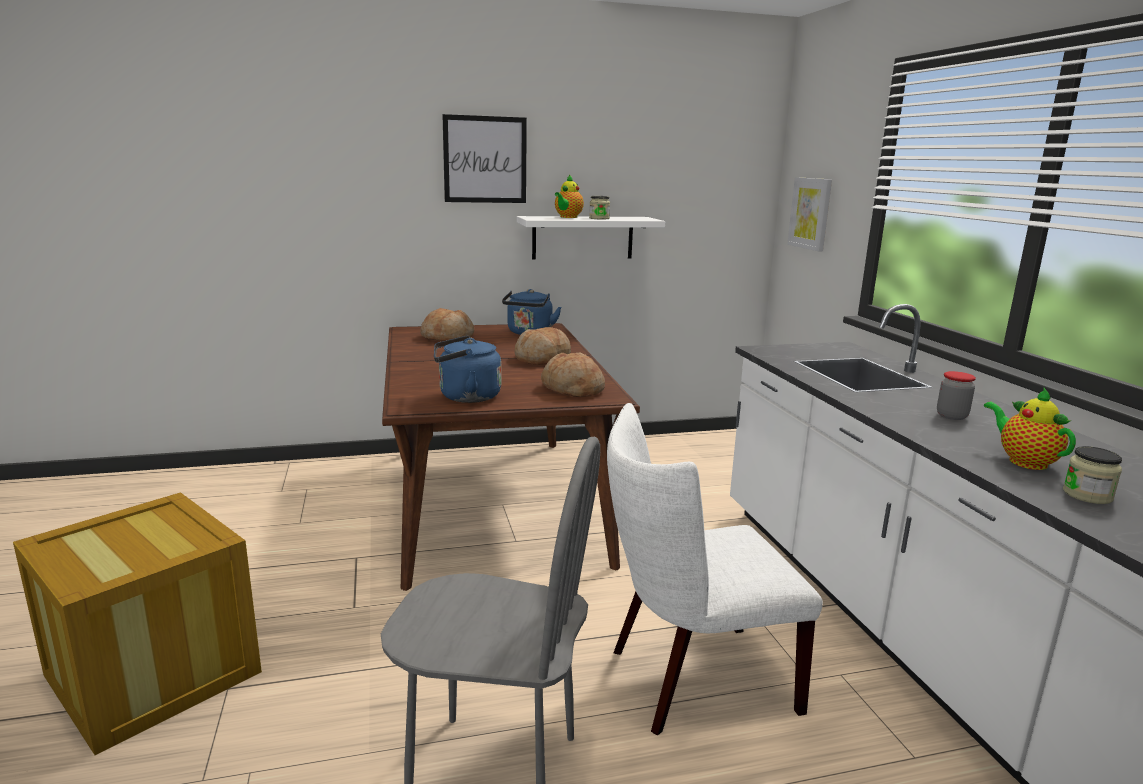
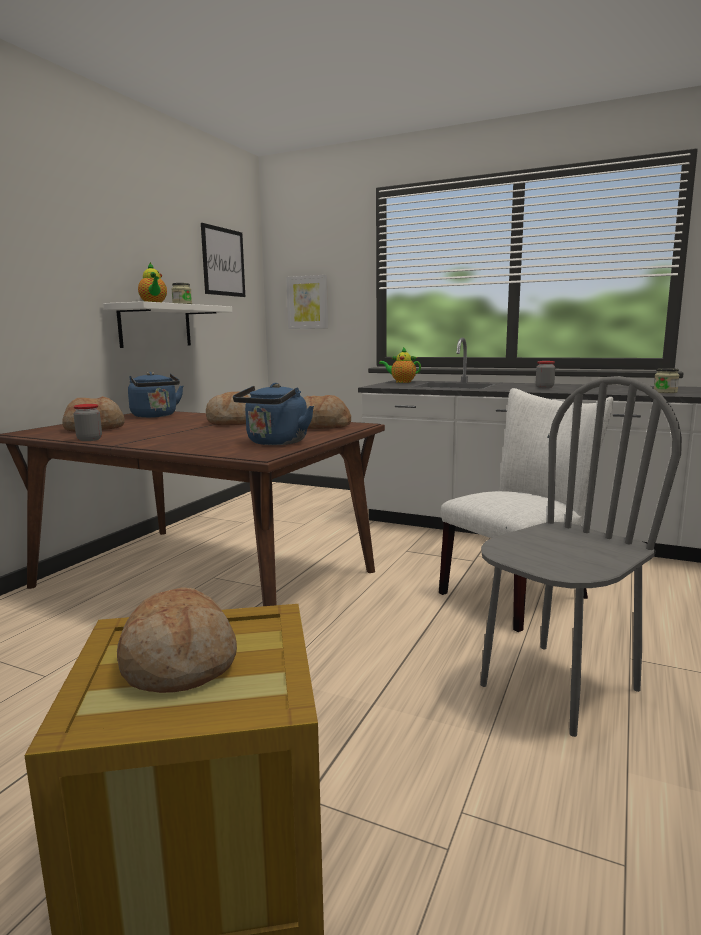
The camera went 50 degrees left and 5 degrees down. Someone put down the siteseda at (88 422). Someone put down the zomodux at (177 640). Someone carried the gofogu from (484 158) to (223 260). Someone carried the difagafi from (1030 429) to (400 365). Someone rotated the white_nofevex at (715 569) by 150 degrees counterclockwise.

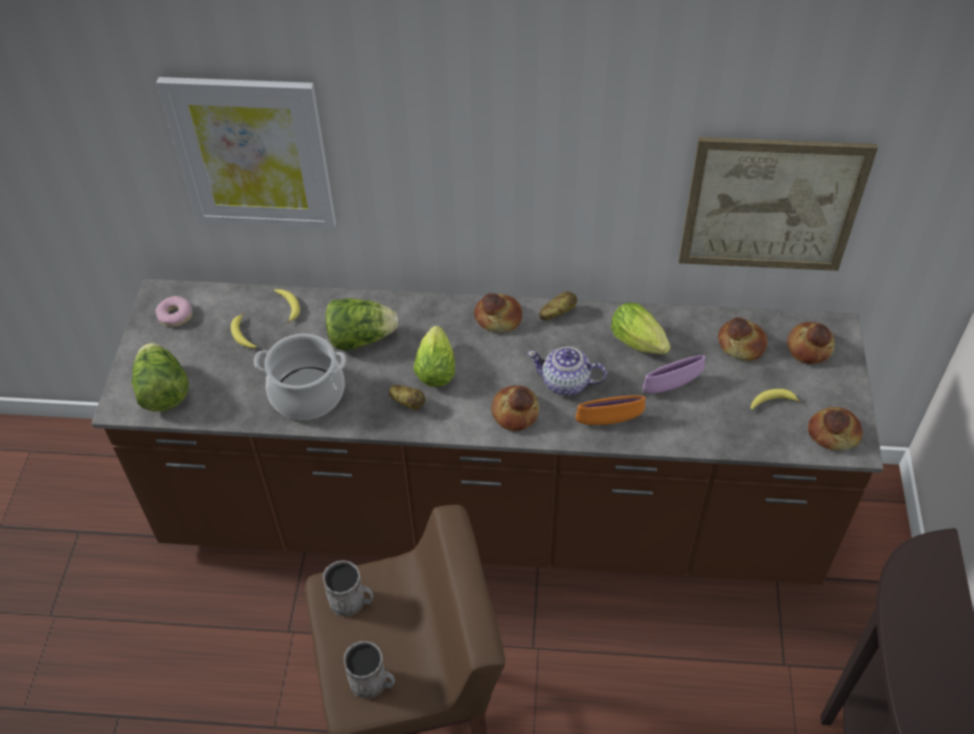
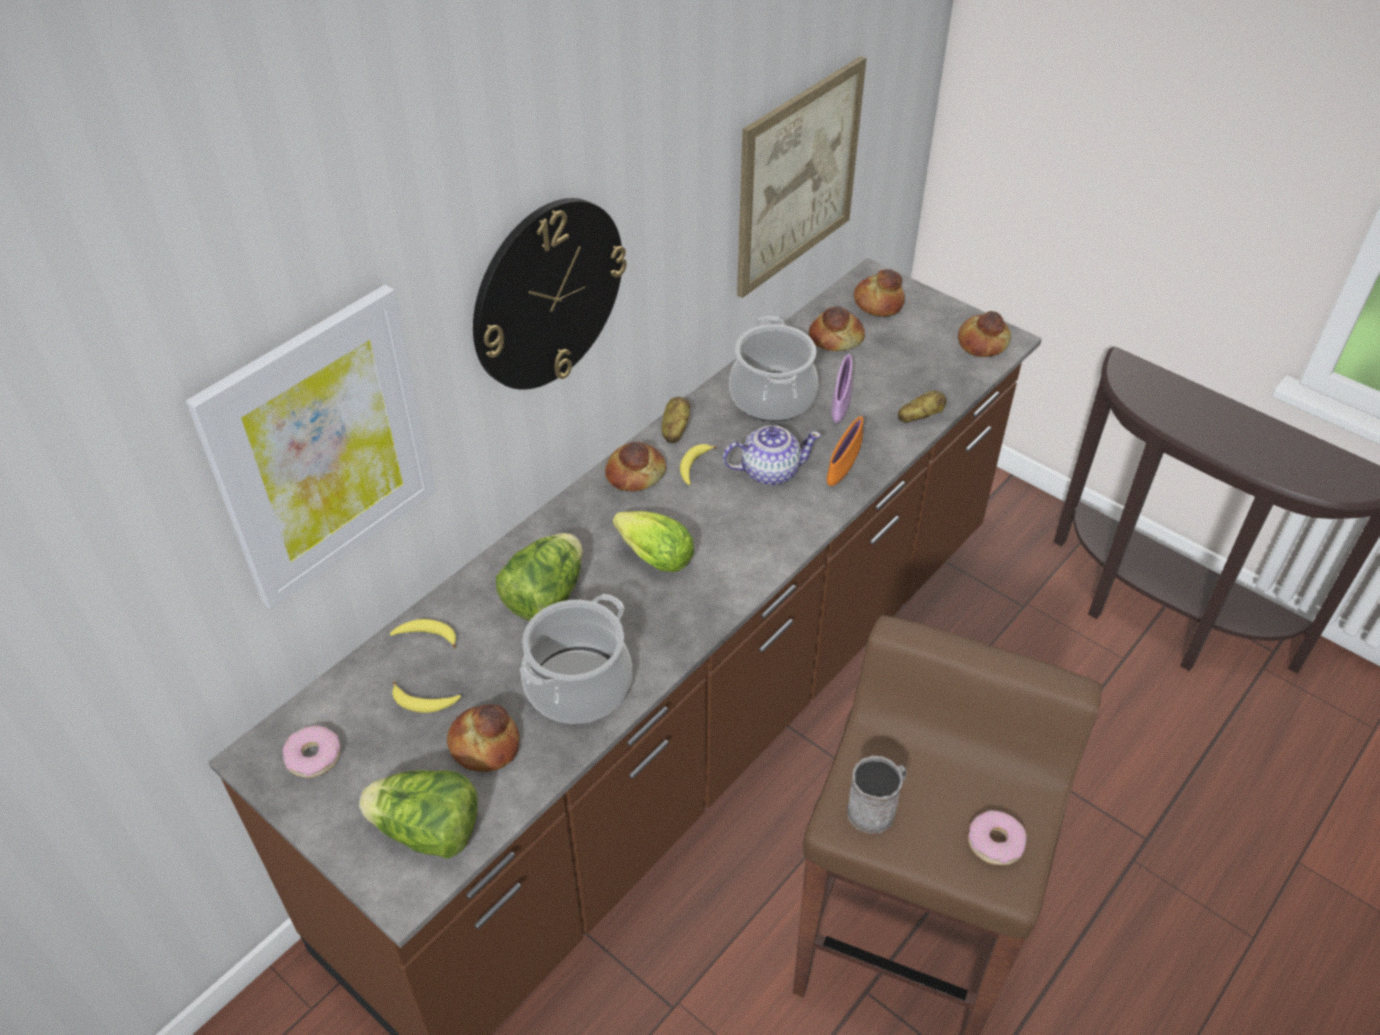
The camera went 55 degrees left and 5 degrees down. Someone carried the zomodux from (515 408) to (483 738). Someone put up the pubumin at (550 294). Someone carried the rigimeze from (776 399) to (698 464). Someone rotated the difagafi at (567 371) by 150 degrees counterclockwise. Someone swapped the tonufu at (641 328) for the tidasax at (774 368). Someone carried the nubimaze from (407 398) to (922 407). Someone swapped the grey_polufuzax at (369 670) for the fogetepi at (997 837).

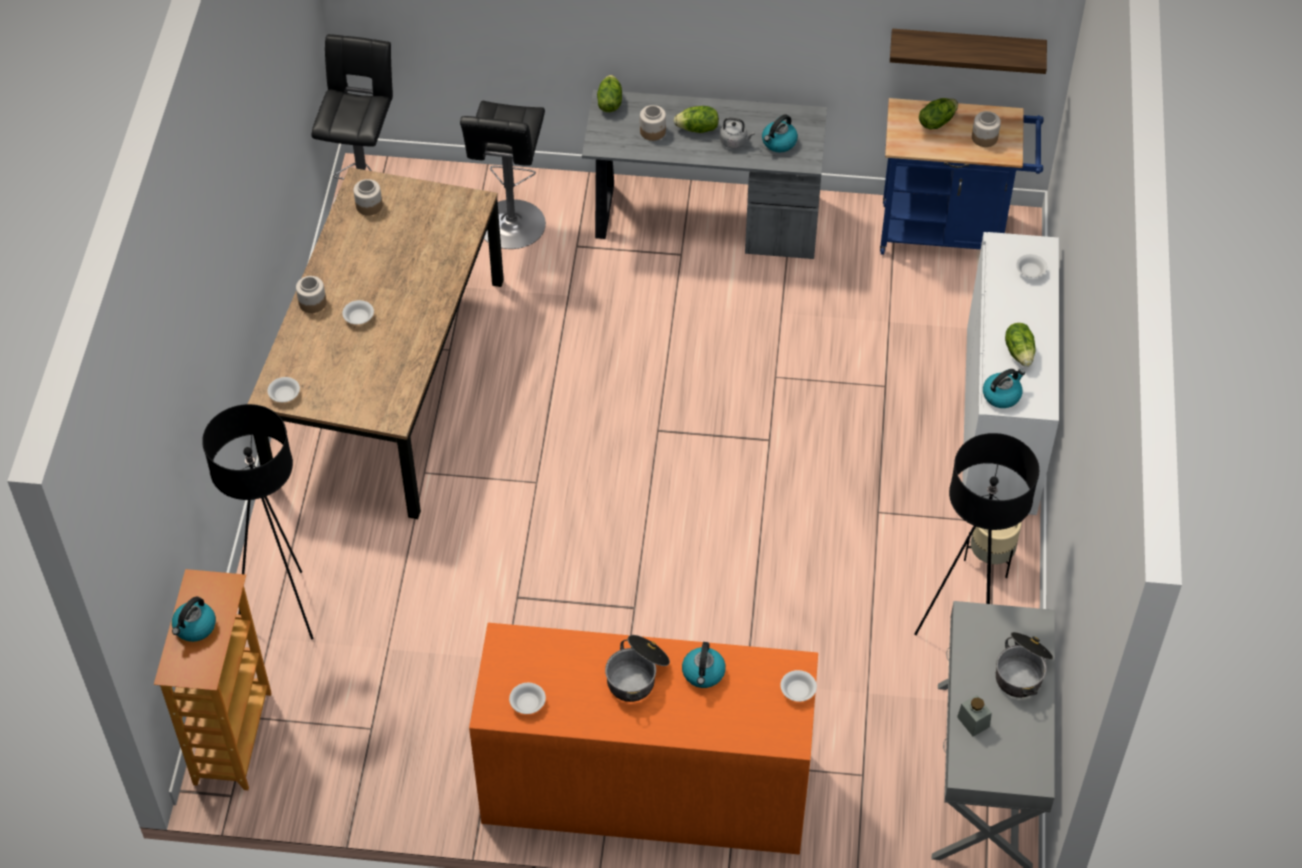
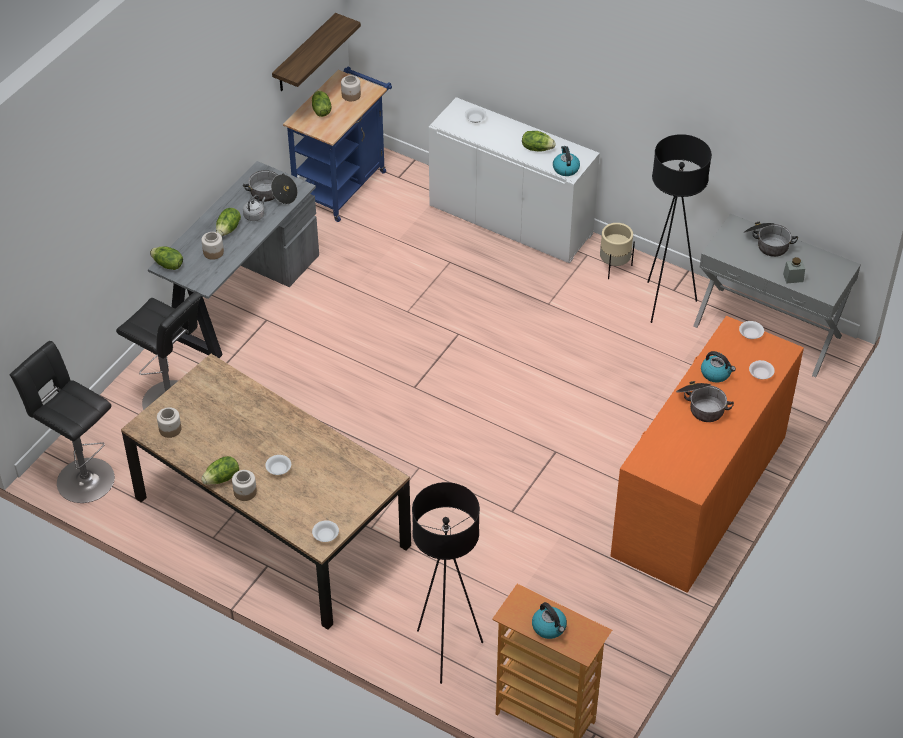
The camera went 65 degrees left and 5 degrees down. Someone put down the tonufu at (220 470). Someone swapped the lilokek at (780 133) for the tidasax at (270 187). Someone carried the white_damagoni from (527 698) to (762 369).

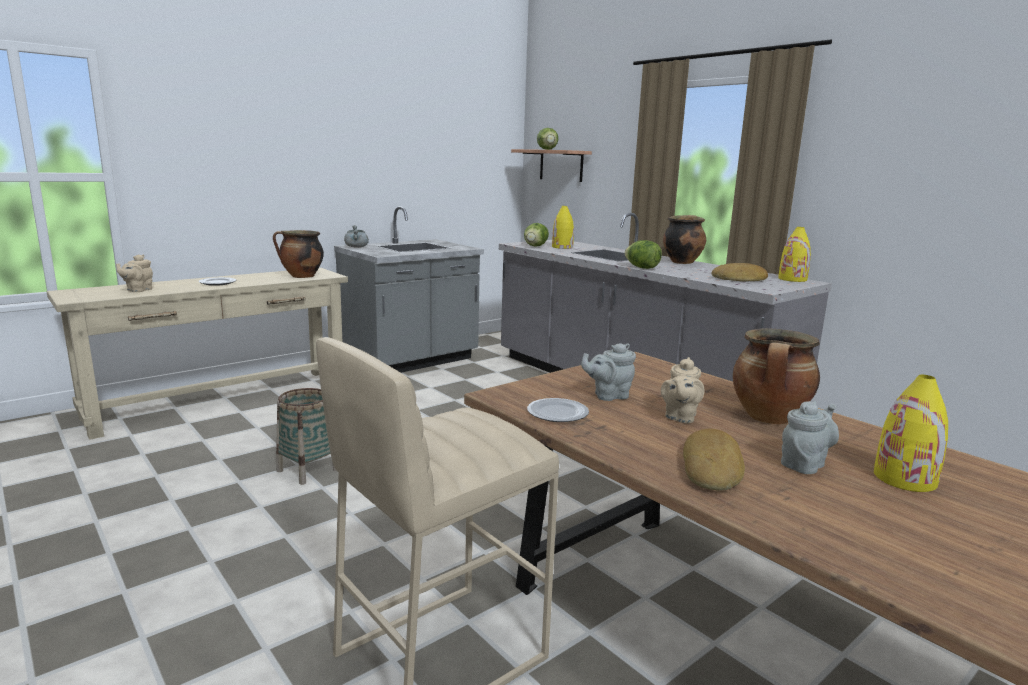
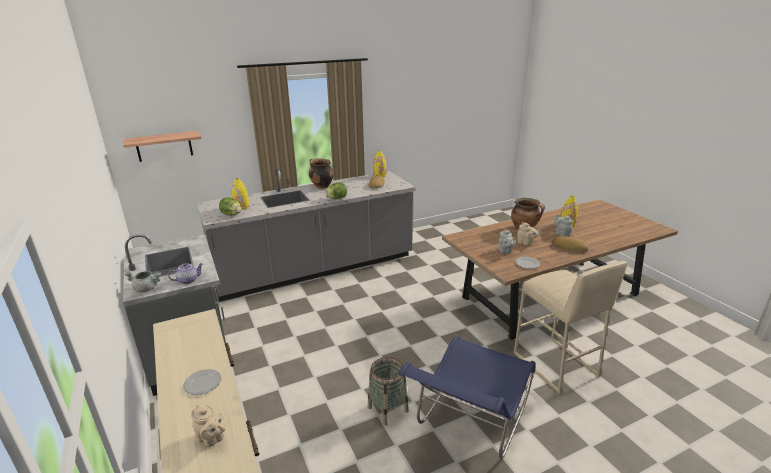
The camera went 75 degrees left and 10 degrees up. Someone put down the difagafi at (185 273). Someone put down the blue_nofevex at (467 397). Someone took away the tidasax at (298 254). Someone took away the tonufu at (547 139).

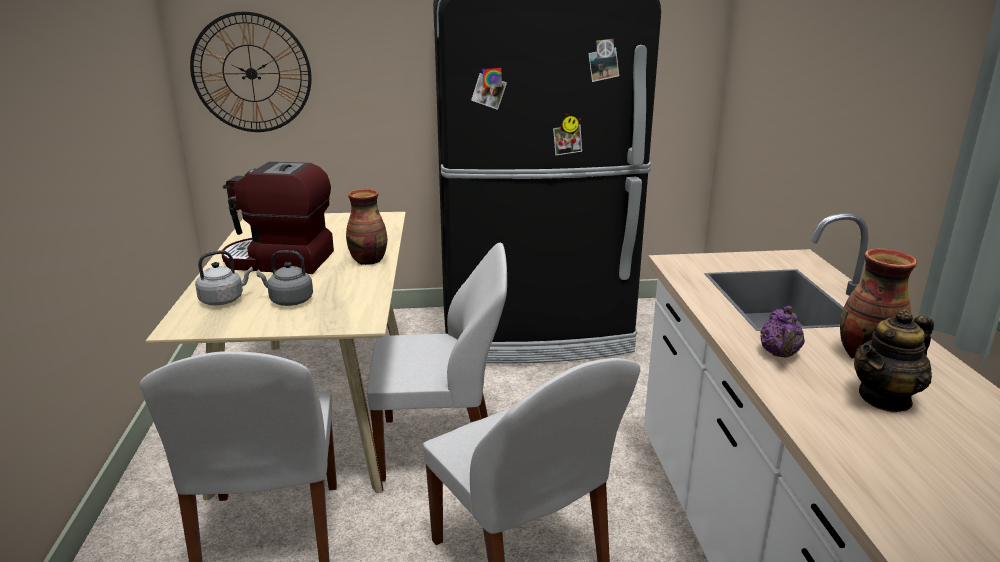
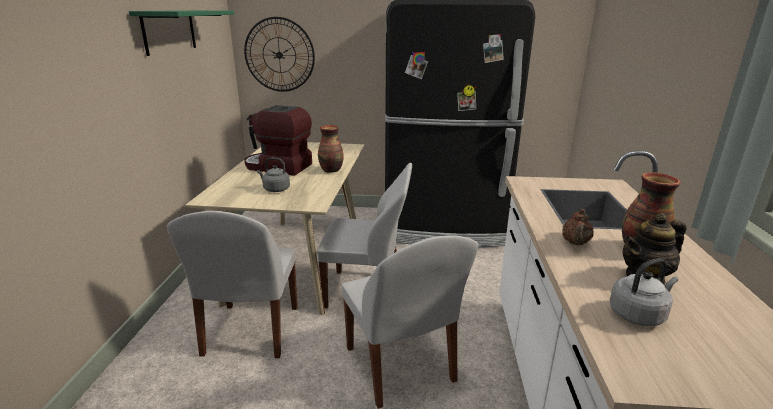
The camera went 10 degrees right and 0 degrees up. Someone put up the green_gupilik at (181 33). Someone repainted the purple_difagafi at (782 332), which became the brown_difagafi at (578 227). Someone carried the grey_lilokek from (224 278) to (644 292).

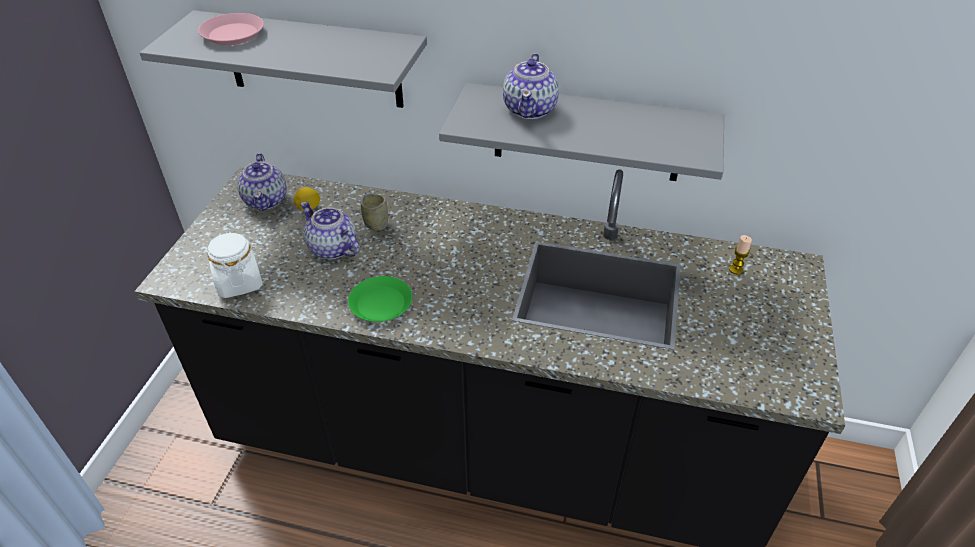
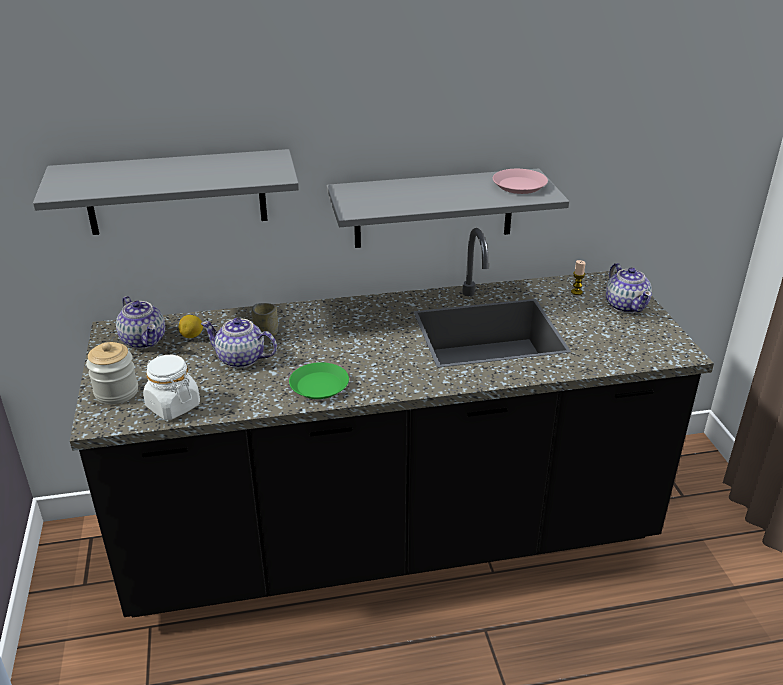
The camera went 25 degrees left and 10 degrees down. Someone put down the siteseda at (112 373). Someone carried the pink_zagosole from (231 29) to (520 181). Someone carried the difagafi from (531 86) to (629 288).

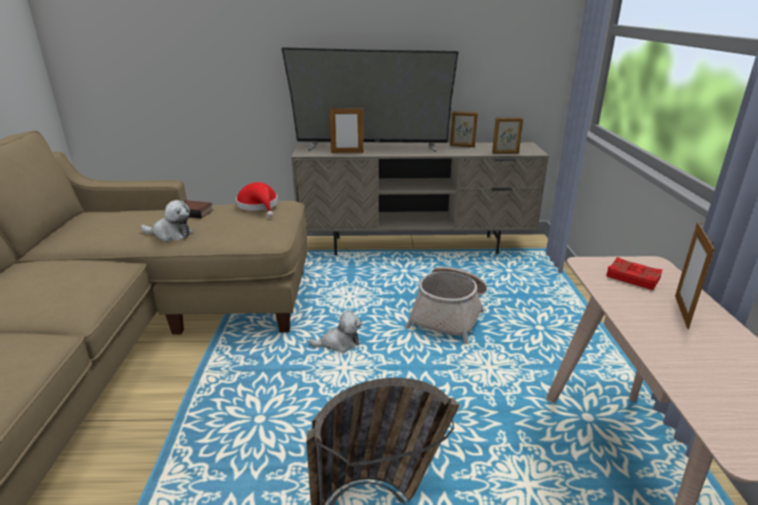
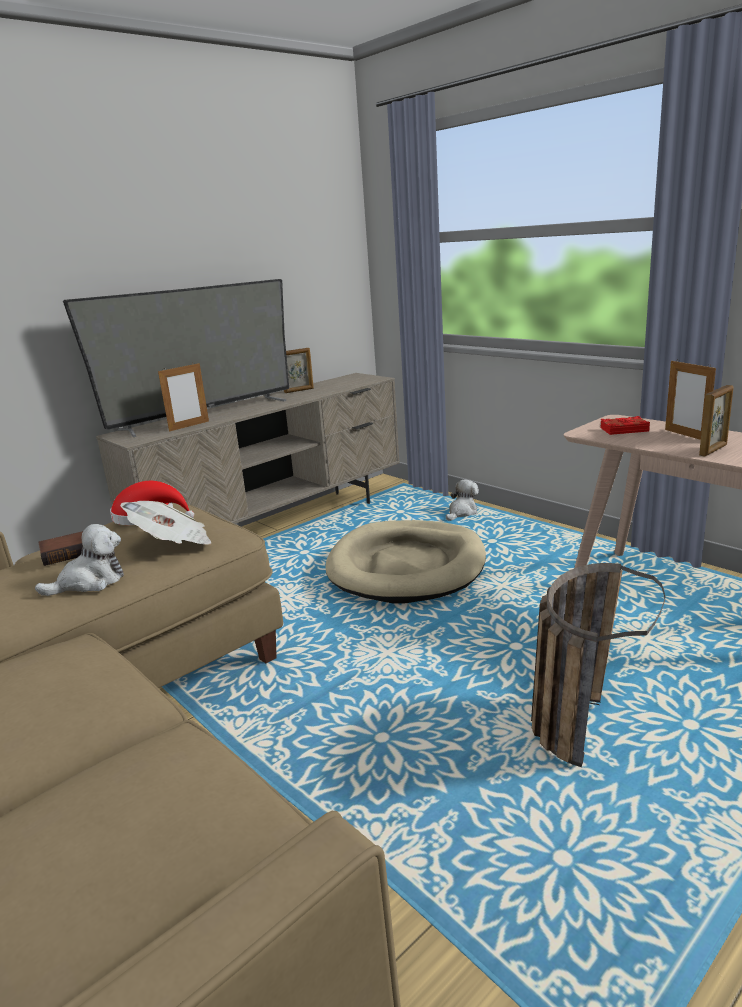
The camera went 40 degrees left and 5 degrees down. Someone put down the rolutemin at (166 523). Someone swapped the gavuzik at (446 305) for the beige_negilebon at (405 561). Someone carried the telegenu from (335 332) to (462 500). Someone carried the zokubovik from (507 135) to (716 421).

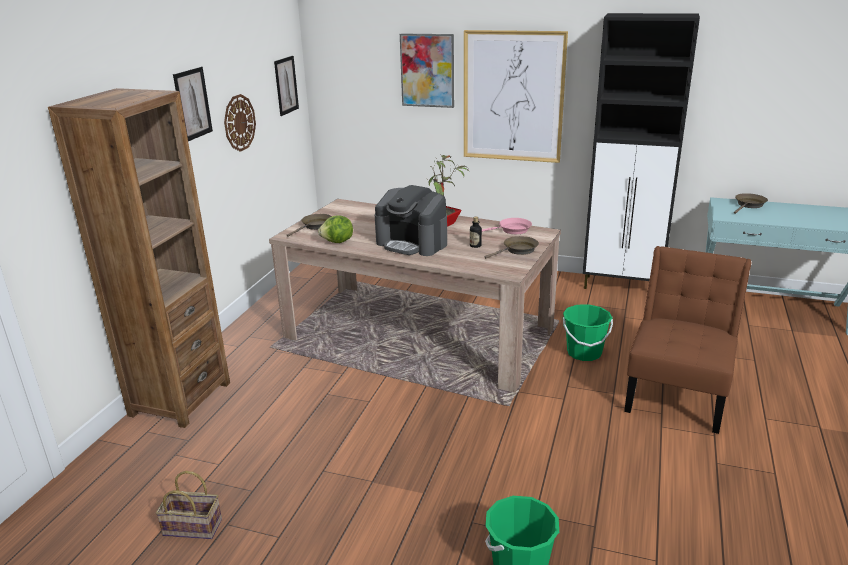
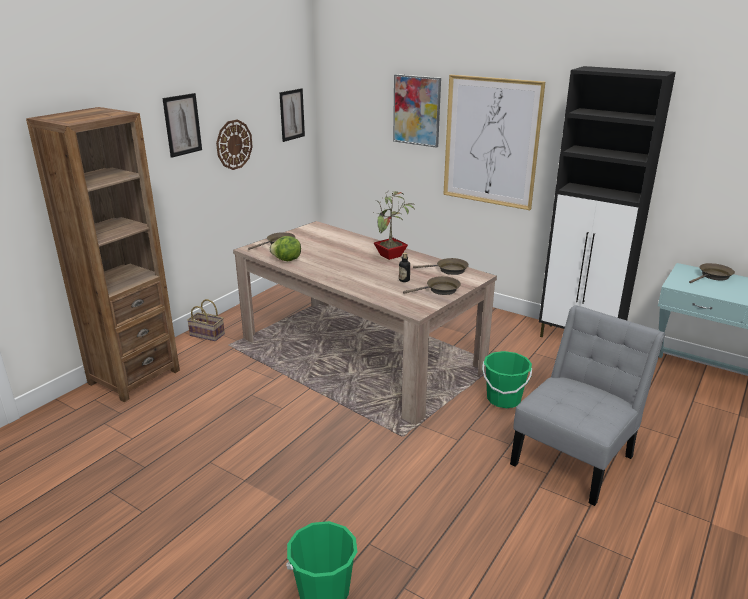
The camera went 15 degrees right and 0 degrees up. Someone carried the gavuzik from (189 505) to (206 320). Someone repainted the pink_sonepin at (507 226), which became the brown_sonepin at (441 266). Someone repainted the brown_nofevex at (687 340), which became the grey_nofevex at (587 405). Someone took away the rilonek at (411 220).

